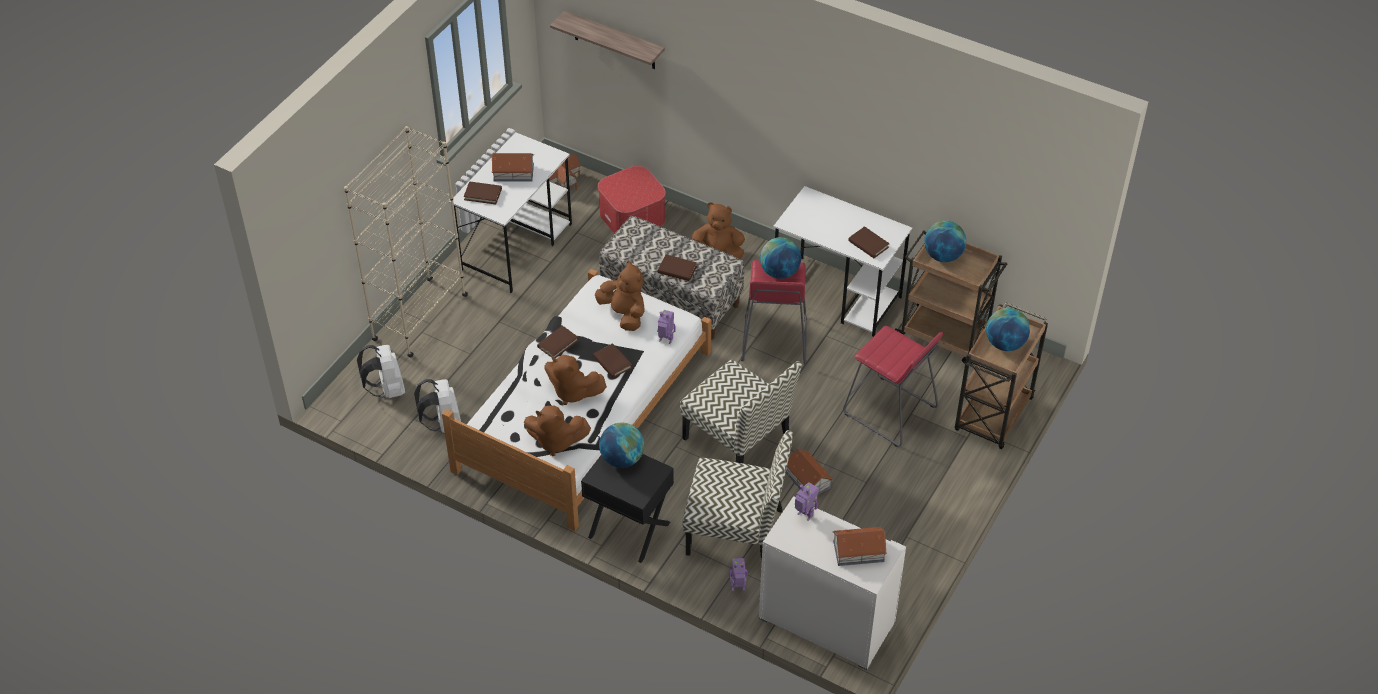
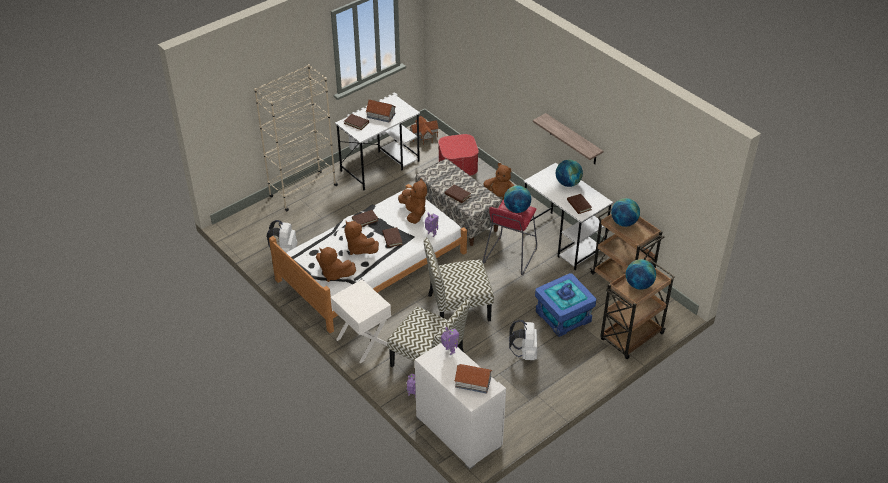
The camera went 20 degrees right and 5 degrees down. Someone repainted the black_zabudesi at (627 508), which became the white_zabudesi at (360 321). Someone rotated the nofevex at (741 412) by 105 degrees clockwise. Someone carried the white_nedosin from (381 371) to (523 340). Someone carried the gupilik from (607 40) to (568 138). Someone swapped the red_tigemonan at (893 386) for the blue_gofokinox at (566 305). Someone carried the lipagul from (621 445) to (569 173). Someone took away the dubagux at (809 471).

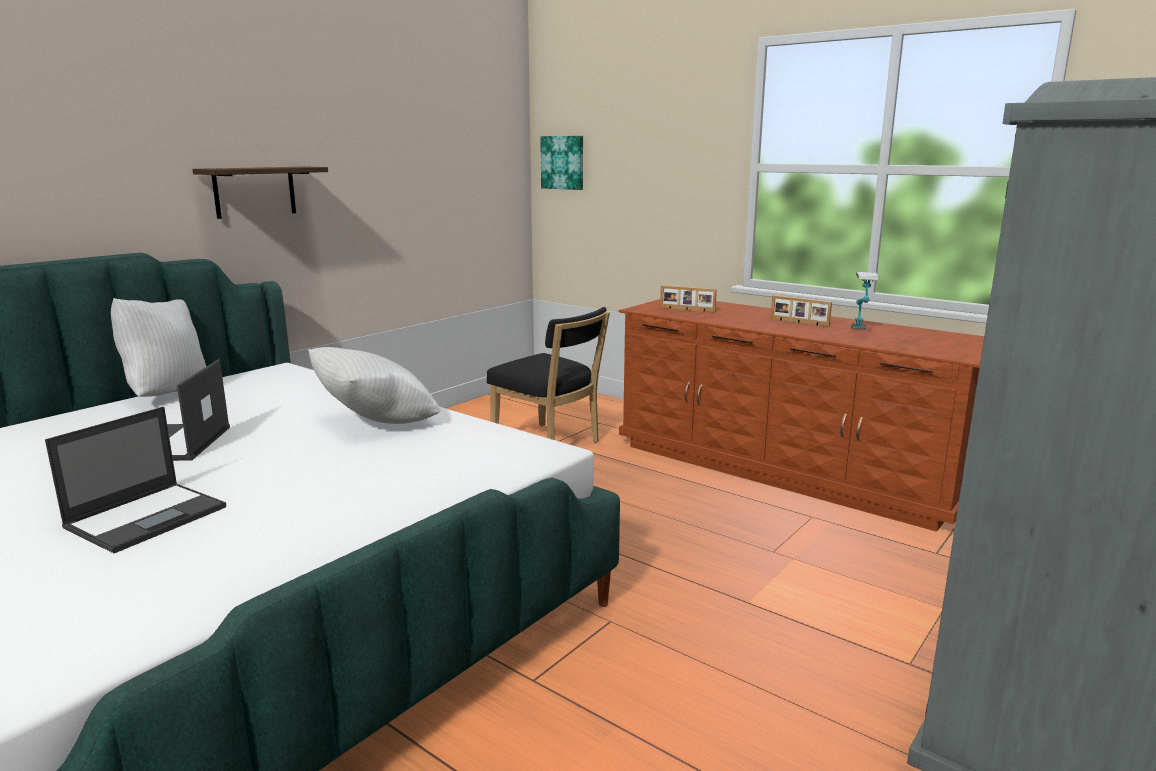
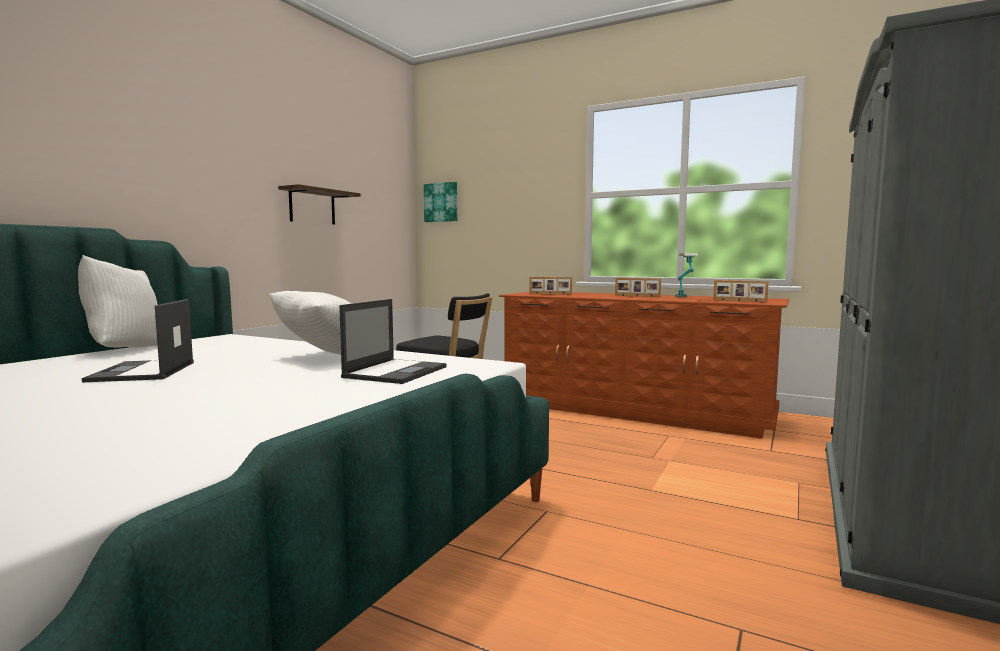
The camera went 10 degrees left and 10 degrees down. Someone carried the gupilik from (260 193) to (319 204). Someone carried the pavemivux from (135 480) to (393 341). Someone put down the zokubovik at (741 291).

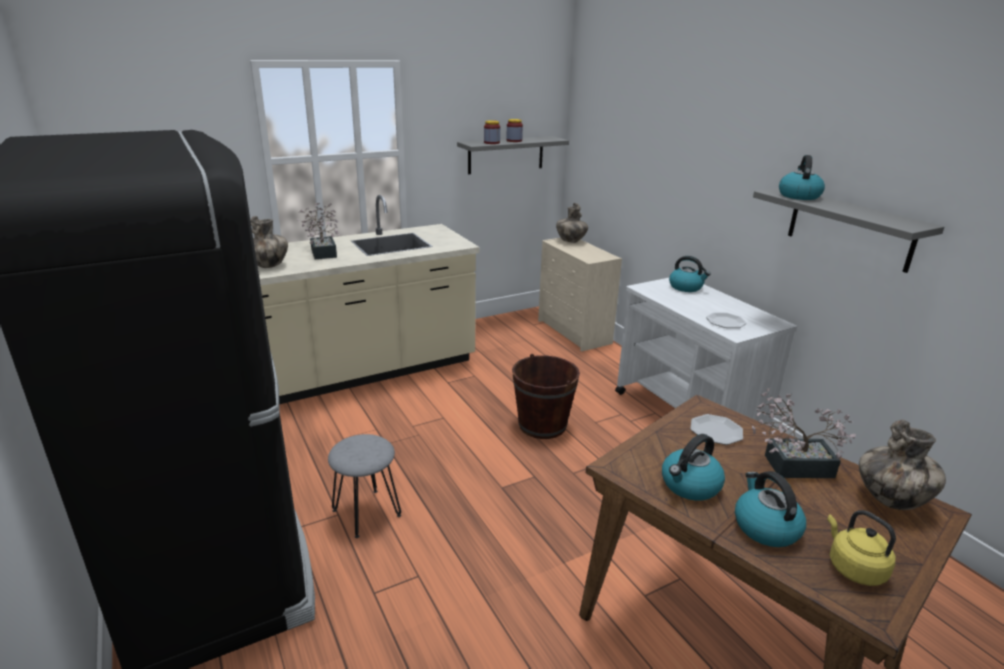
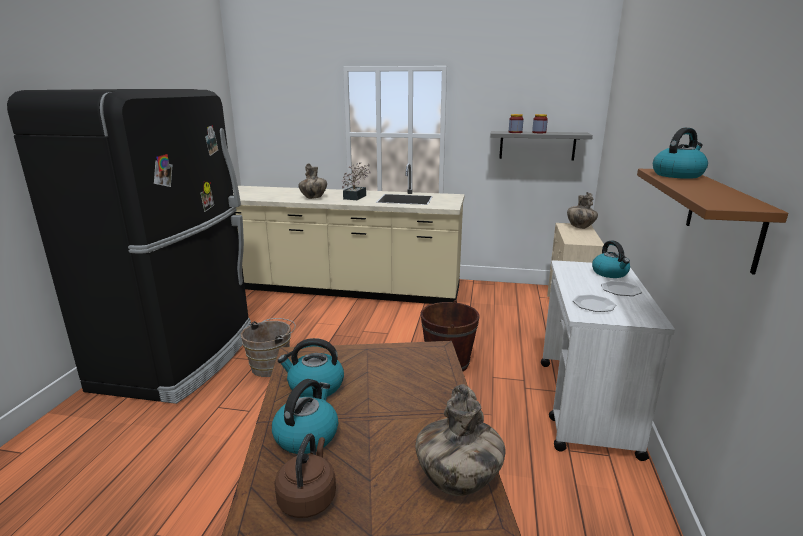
The camera went 40 degrees right and 5 degrees down. Someone swapped the grey_tigemonan at (364 486) for the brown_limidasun at (268 347). Someone repainted the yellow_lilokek at (861 548), which became the brown_lilokek at (305 476). Someone carried the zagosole from (717 429) to (621 288). Someone repainted the grey_gupilik at (848 230), which became the brown_gupilik at (712 221). Someone took away the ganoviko at (804 433).

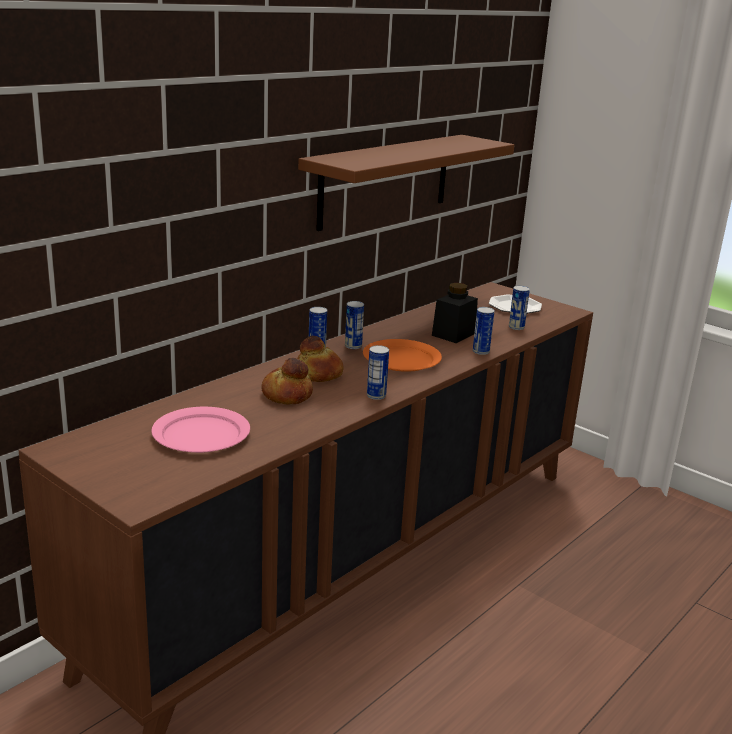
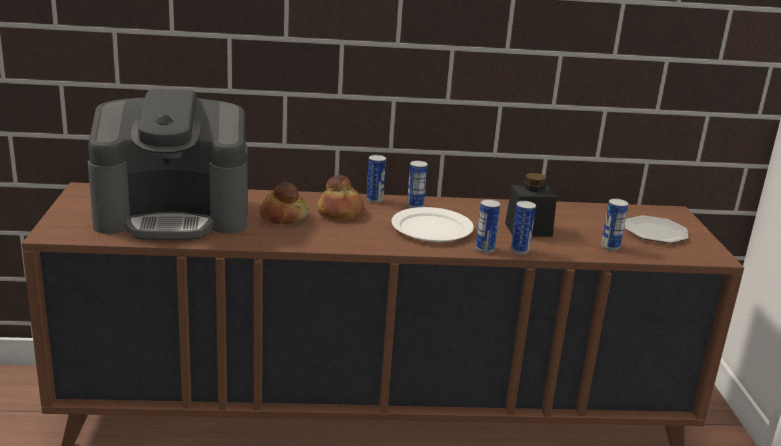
The camera went 45 degrees right and 0 degrees up. Someone swapped the pink_zagosole at (200 430) for the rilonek at (168 164). Someone repainted the orange_zagosole at (402 355), which became the white_zagosole at (433 224). Someone carried the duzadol from (378 372) to (488 226). Someone took away the brown_gupilik at (406 183).

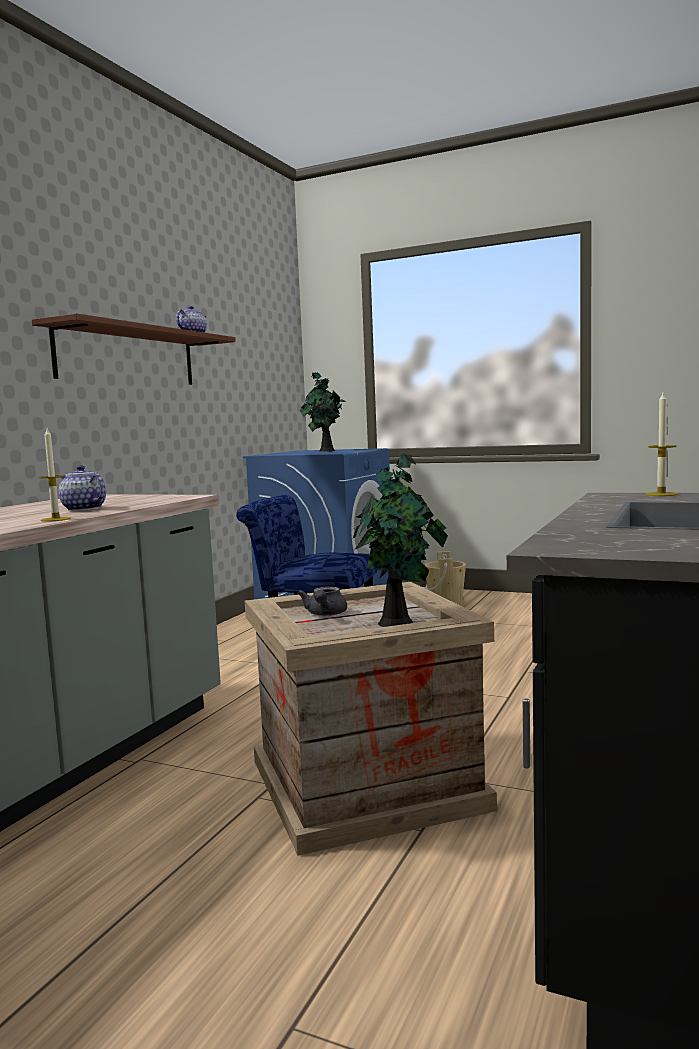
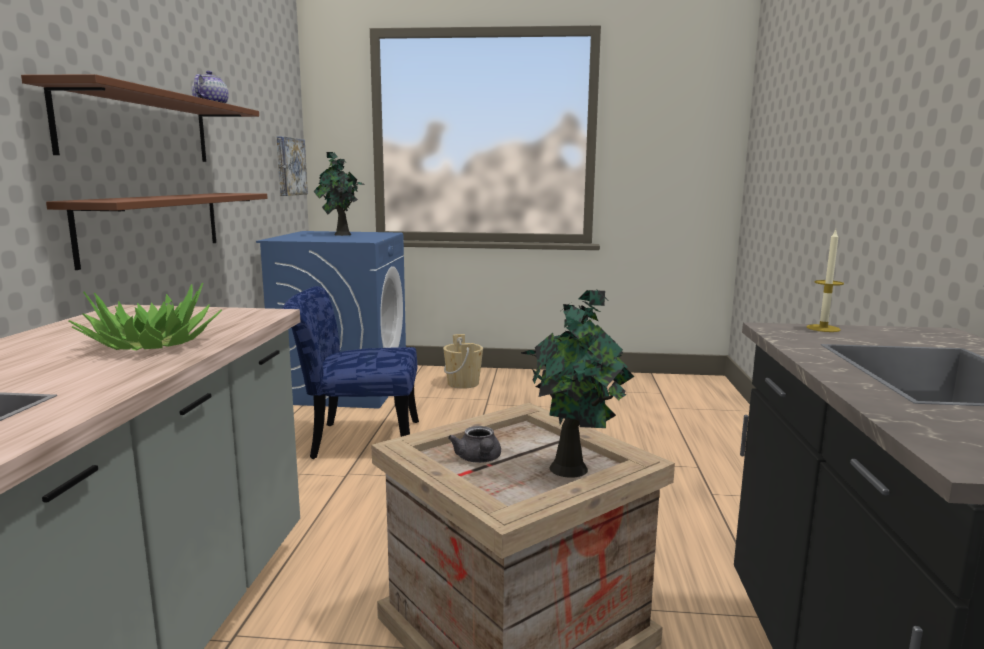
The camera went 20 degrees left and 5 degrees up. Someone put up the brown_gupilik at (157 231). Someone swapped the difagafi at (82 488) for the ganoviko at (145 316). Someone put up the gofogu at (292 166). Someone took away the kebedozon at (55 475).

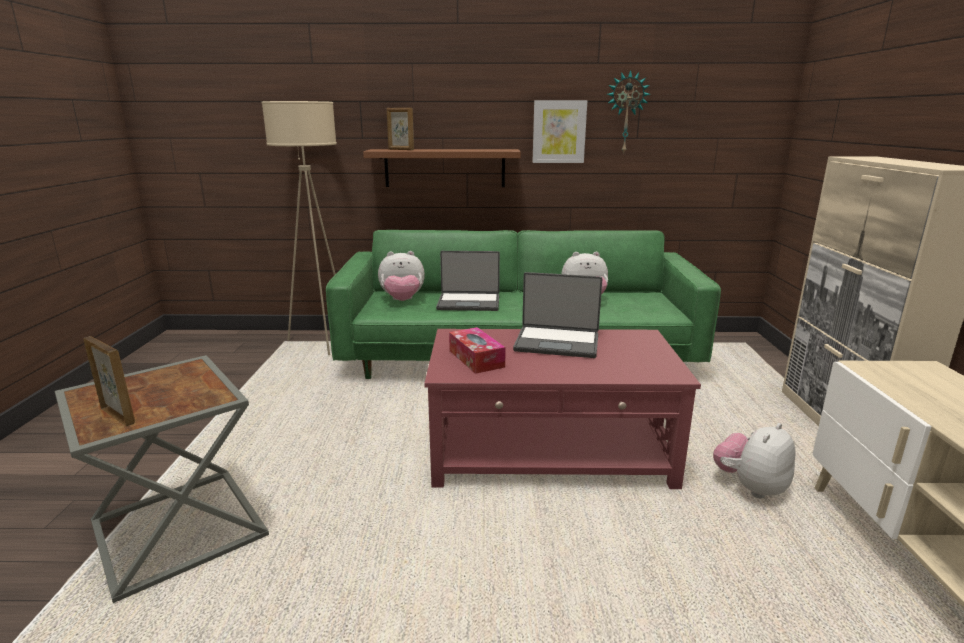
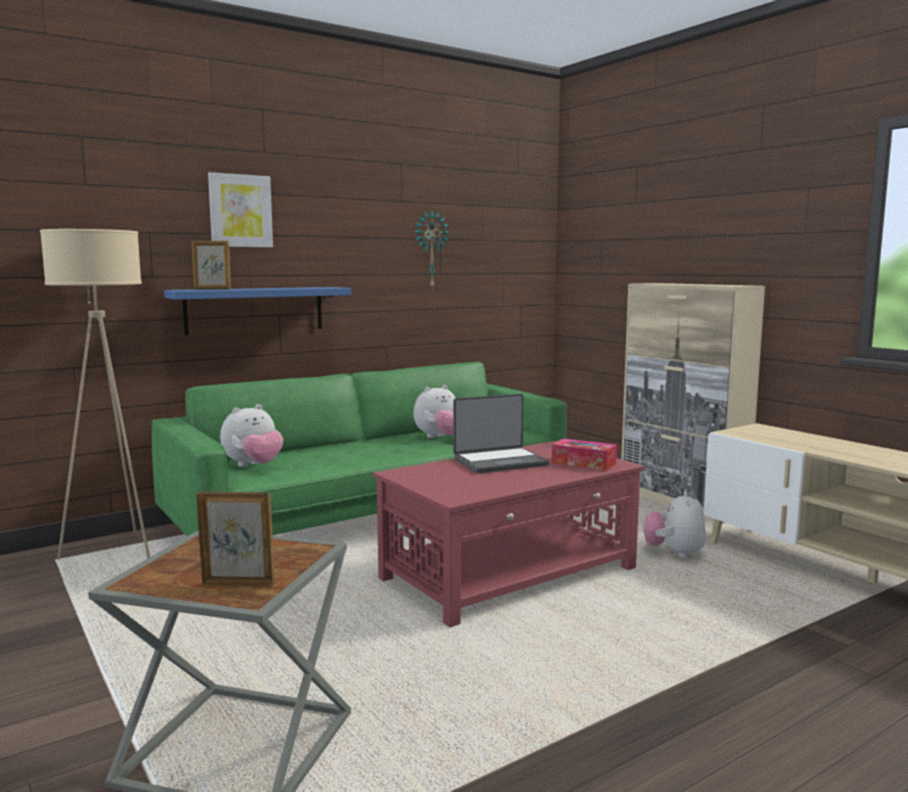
The camera went 35 degrees left and 10 degrees down. Someone repainted the brown_gupilik at (442 168), which became the blue_gupilik at (257 311). Someone carried the gofogu from (560 131) to (240 209). Someone carried the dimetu from (477 350) to (584 454). Someone took away the pavemivux at (468 281).

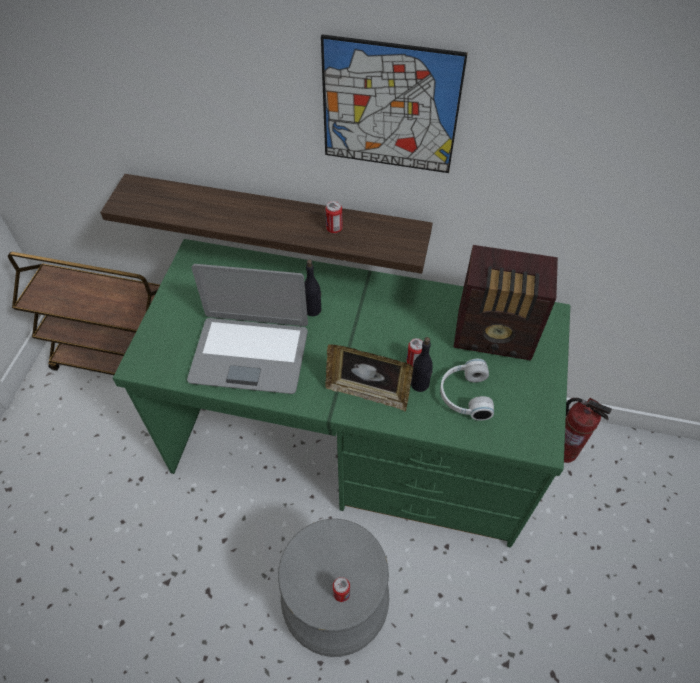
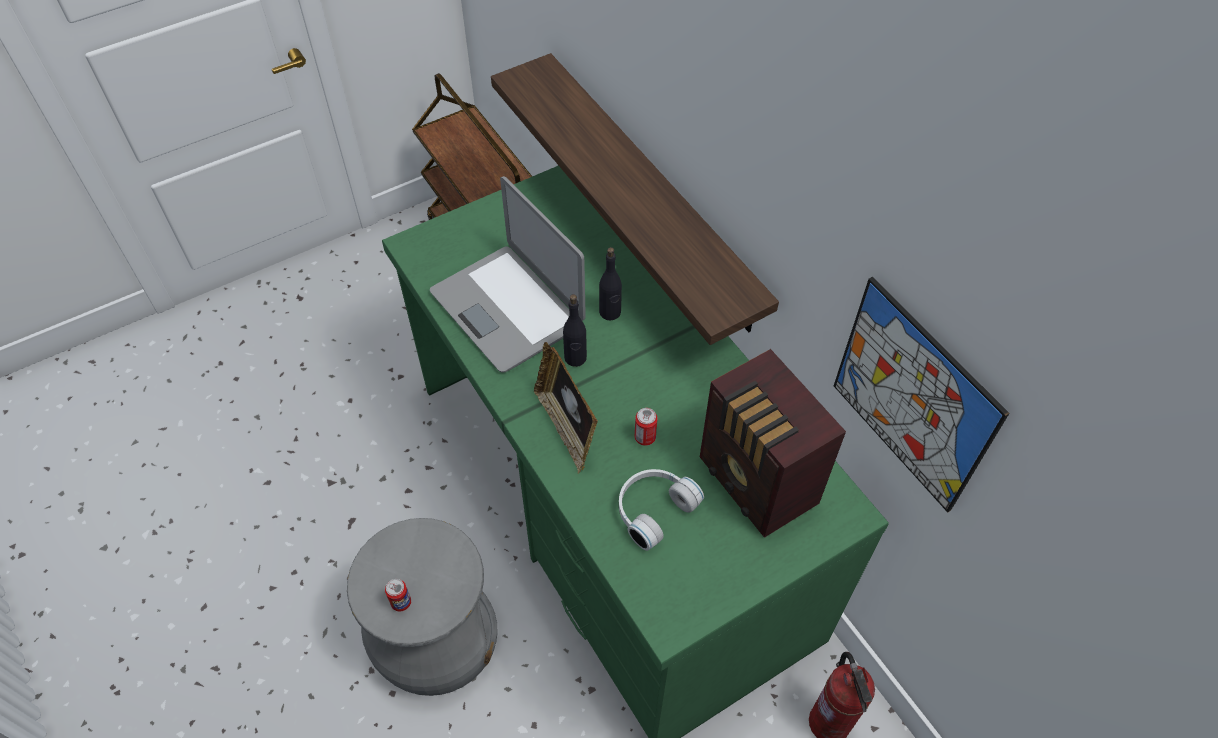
The camera went 45 degrees right and 0 degrees up. Someone carried the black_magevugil from (422 364) to (575 330). Someone carried the gofogu from (394 103) to (921 395). Someone took away the duzadol at (333 217).

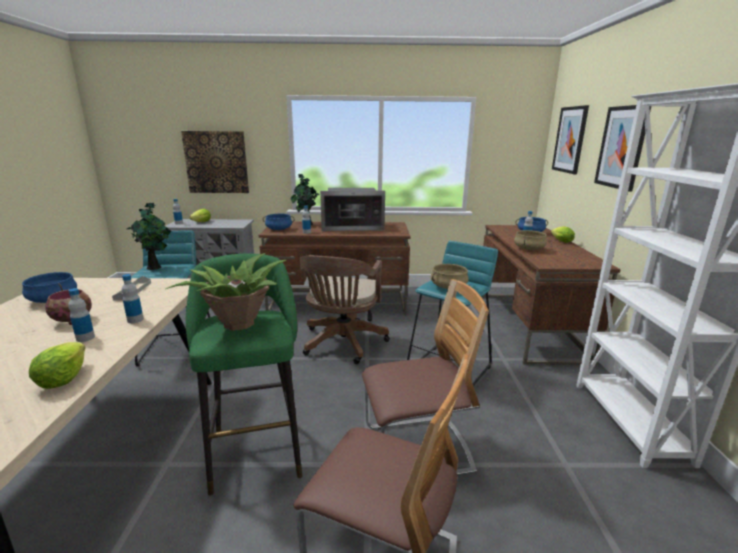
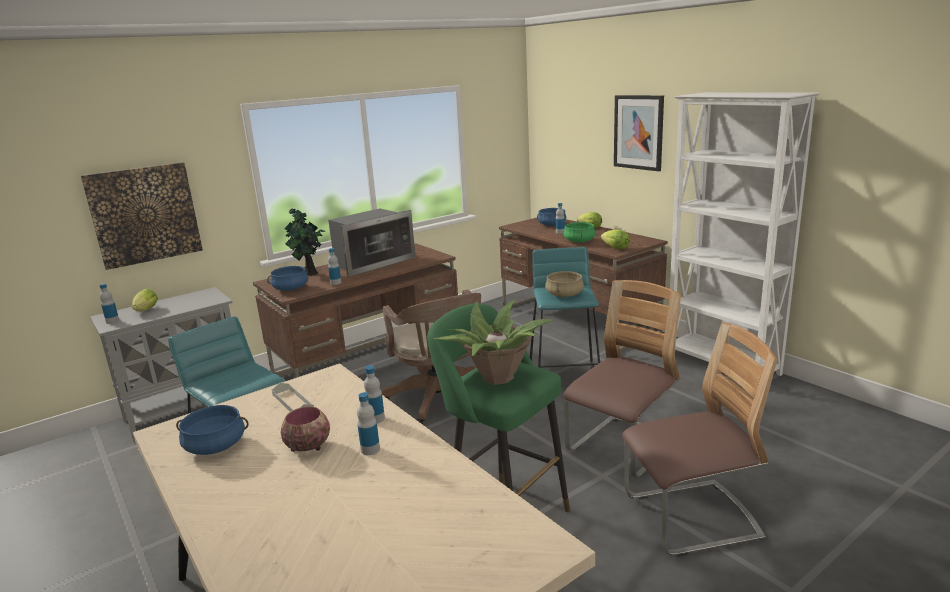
The camera went 35 degrees left and 0 degrees up. Someone repainted the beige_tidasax at (530 240), which became the green_tidasax at (579 232). Someone carried the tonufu from (57 365) to (615 240). Someone took away the ganoviko at (149 236). Someone took away the gofogu at (570 139).

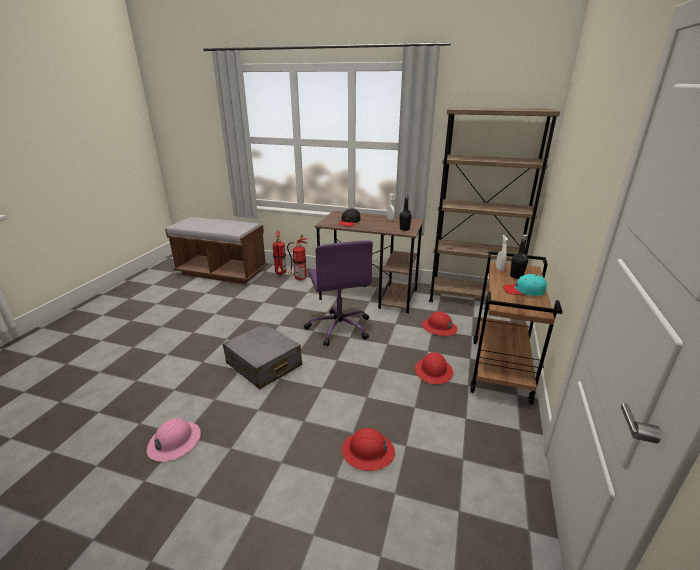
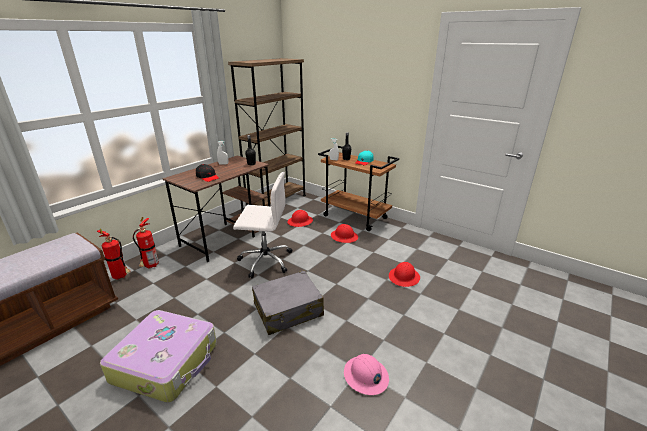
The camera went 70 degrees left and 0 degrees up. Someone put down the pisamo at (158 356). Someone repainted the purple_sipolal at (338 293), which became the white_sipolal at (262 225).

